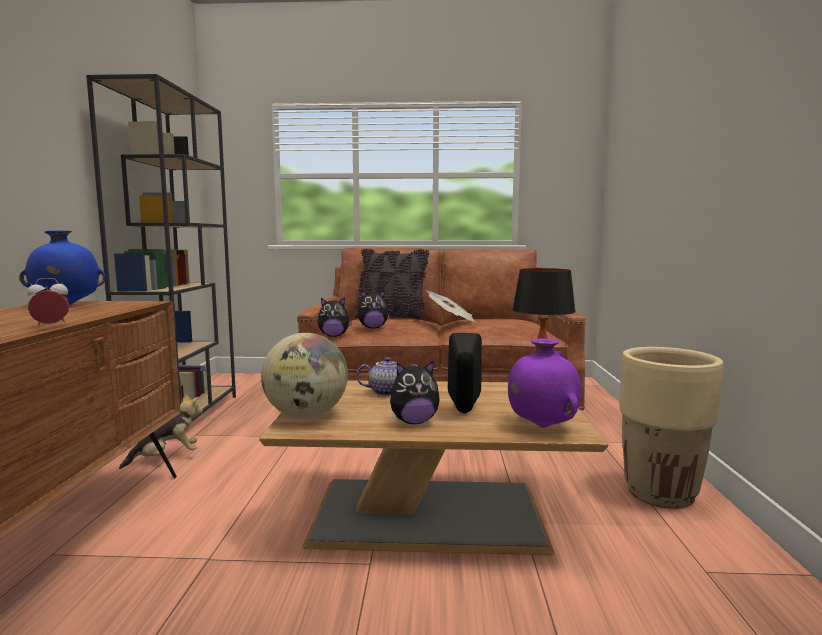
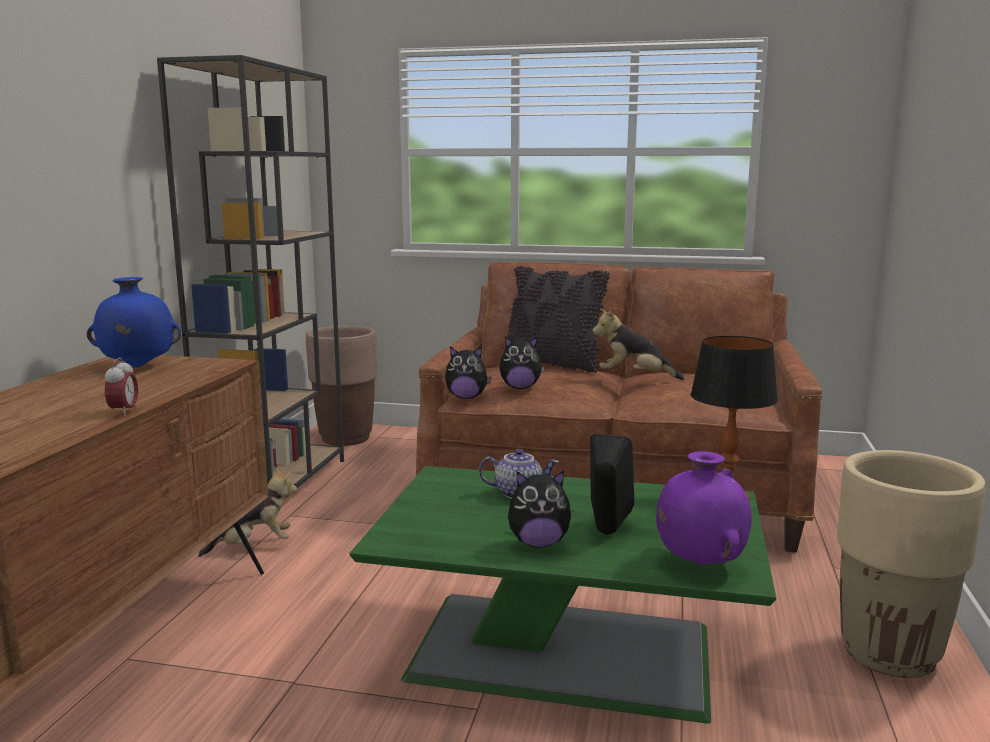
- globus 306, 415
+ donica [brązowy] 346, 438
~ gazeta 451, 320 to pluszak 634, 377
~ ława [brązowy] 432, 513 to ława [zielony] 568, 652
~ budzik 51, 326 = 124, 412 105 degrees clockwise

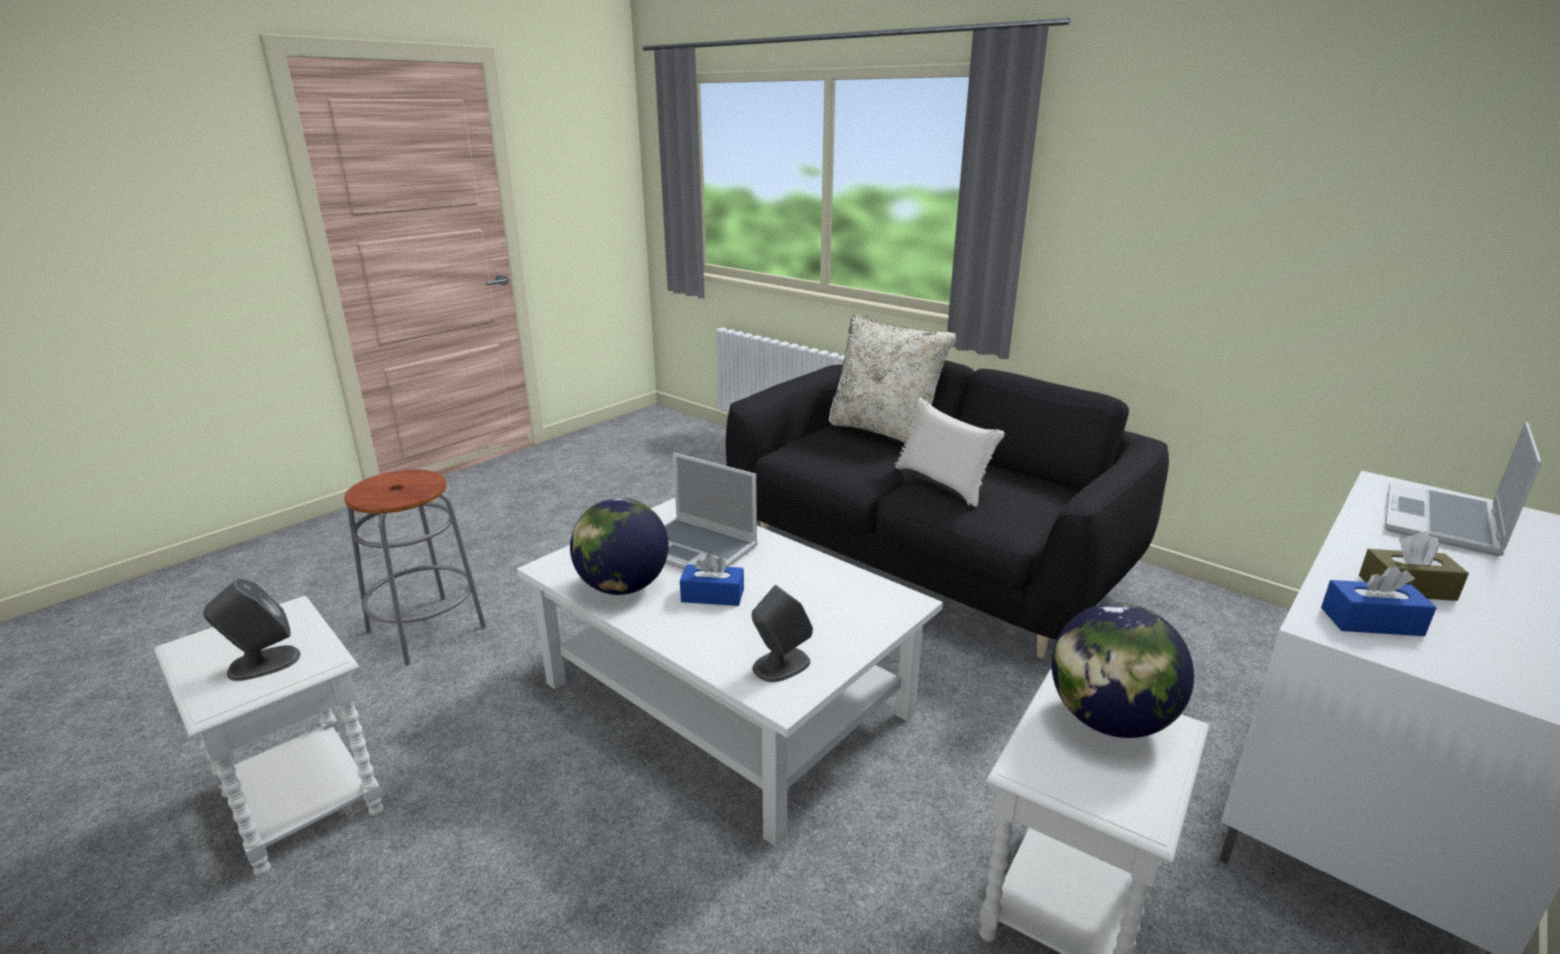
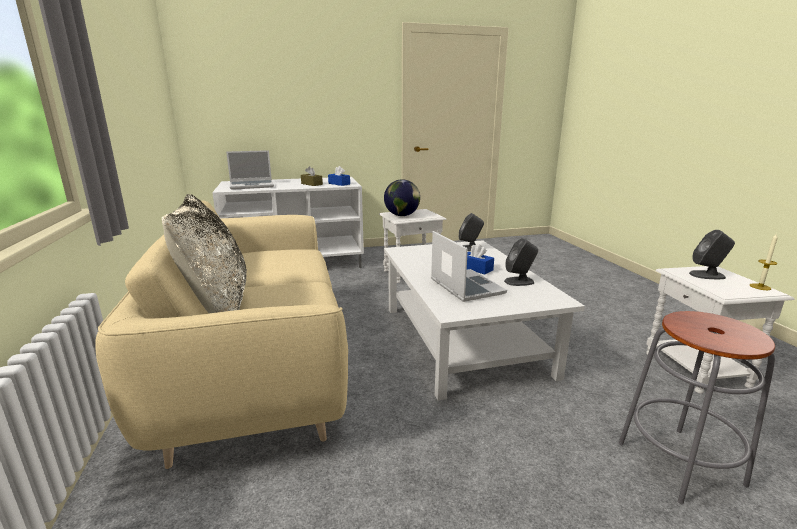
- poduszka [biały] 943, 483
+ świeca 760, 287
~ globus 622, 587 to głośnik [szary] 519, 281
~ kanapa [czarny] 925, 561 to kanapa [beżowy] 256, 364

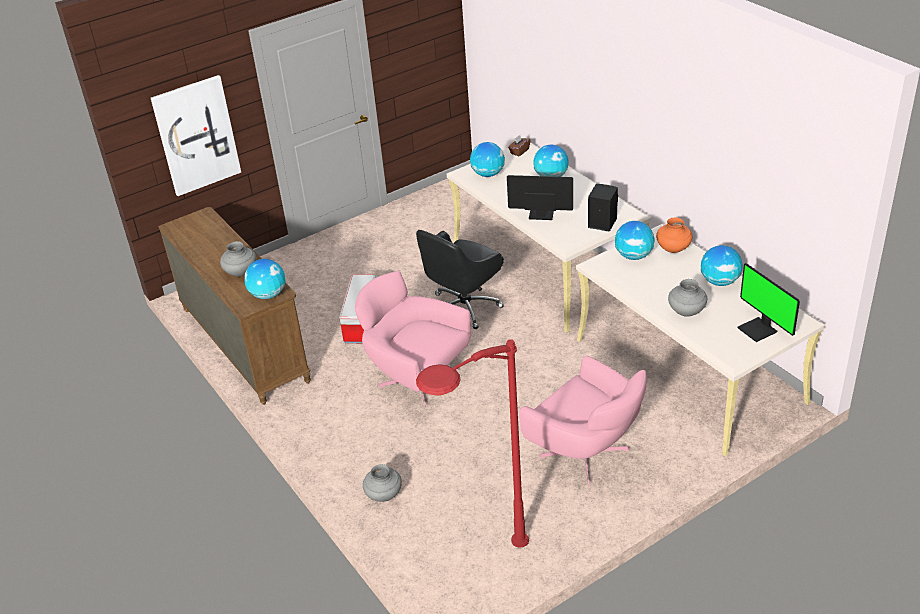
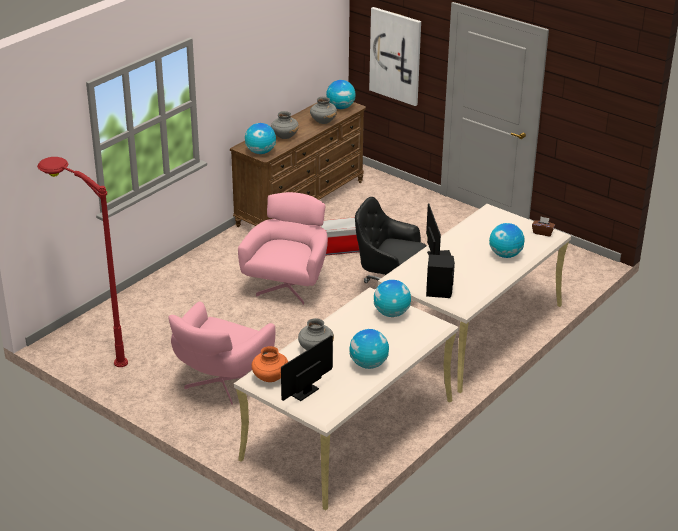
~ wazon [szary] 383, 495 to 323, 121
~ globus 488, 174 to 340, 107
~ wazon [pomarańczowy] 673, 249 to 270, 377

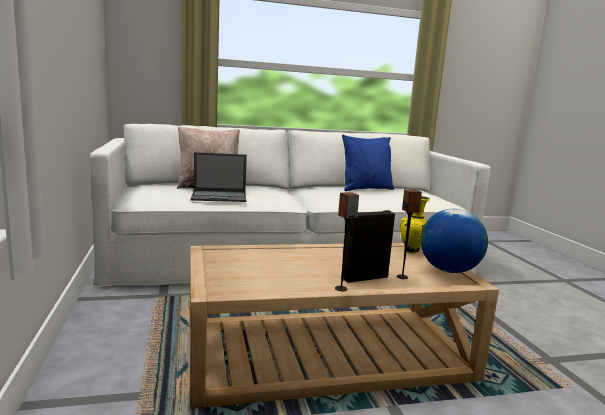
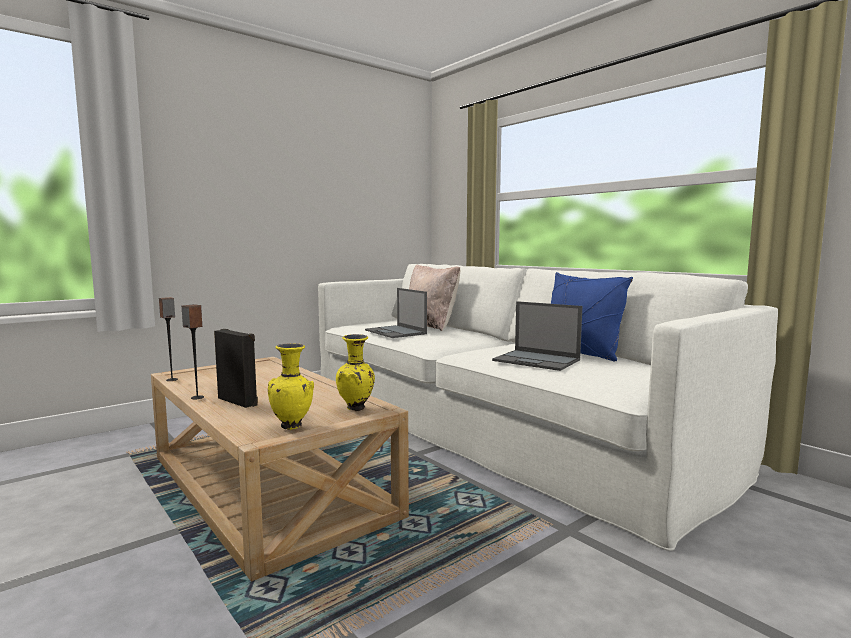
+ laptop 537, 360
~ głośnik 402, 277 to 172, 380
~ globus 449, 270 to wazon [żółty] 293, 426

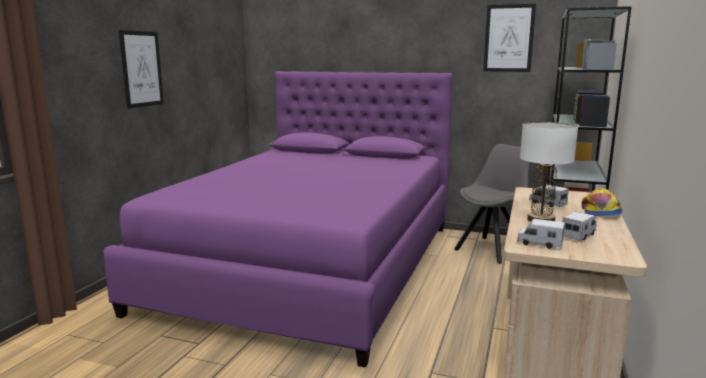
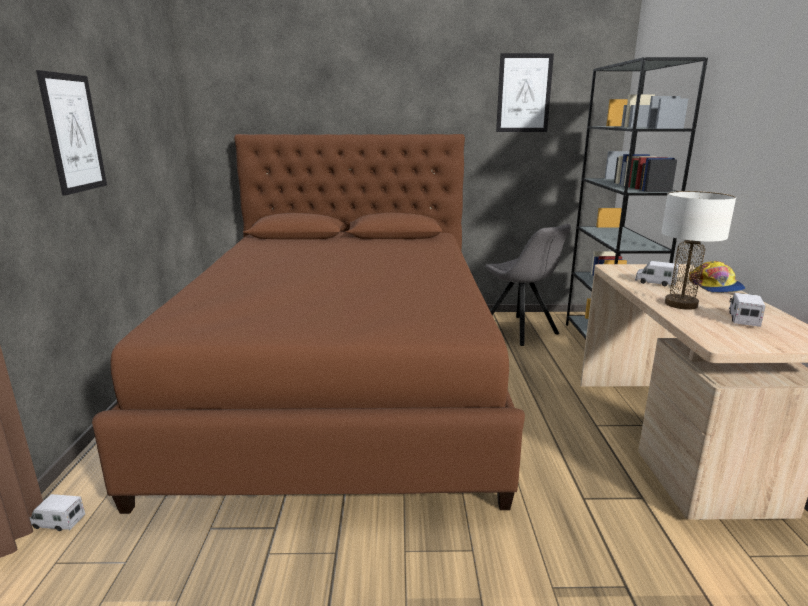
~ ciężarówka zabawkowa 539, 243 to 57, 522
~ łóżko [fioletowy] 313, 264 to łóżko [brązowy] 343, 380
~ krzesło [szary] 491, 249 = 519, 330 120 degrees clockwise

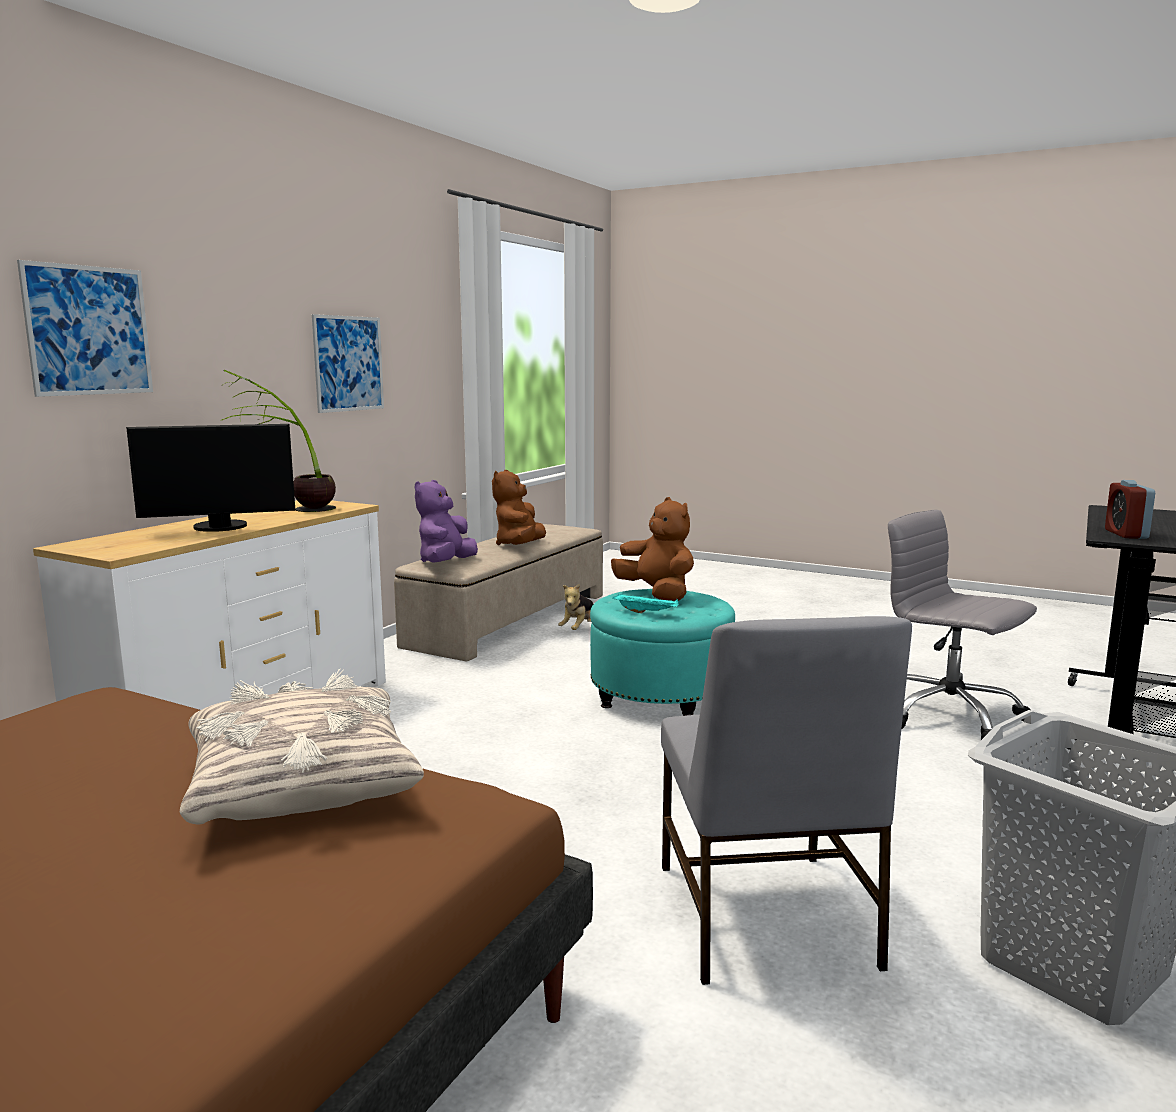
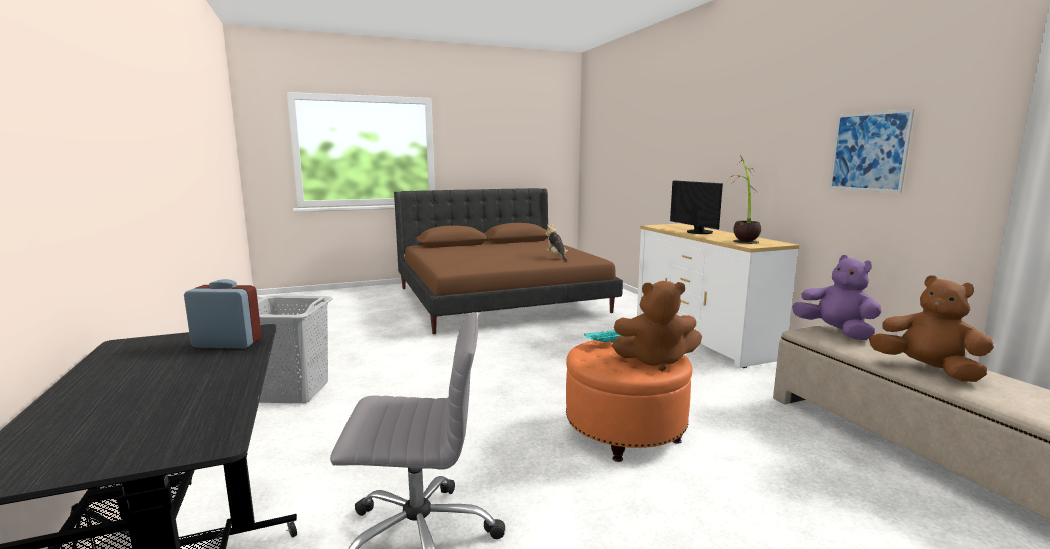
- obraz 89, 330
- poduszka [beżowy] 302, 790
- krzesło [szary] 763, 917
~ pluszak 580, 629 to 556, 257
~ pufa [turkusowy] 660, 697 to pufa [pomarańczowy] 624, 432
~ monitor 220, 527 = 697, 232 45 degrees counterclockwise
~ budzik 1126, 534 = 227, 344 45 degrees counterclockwise

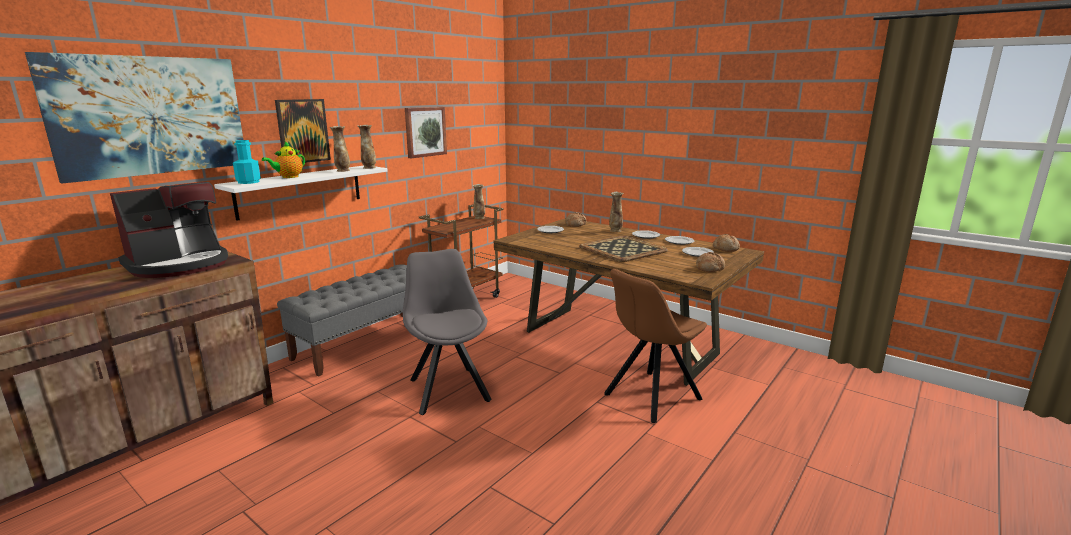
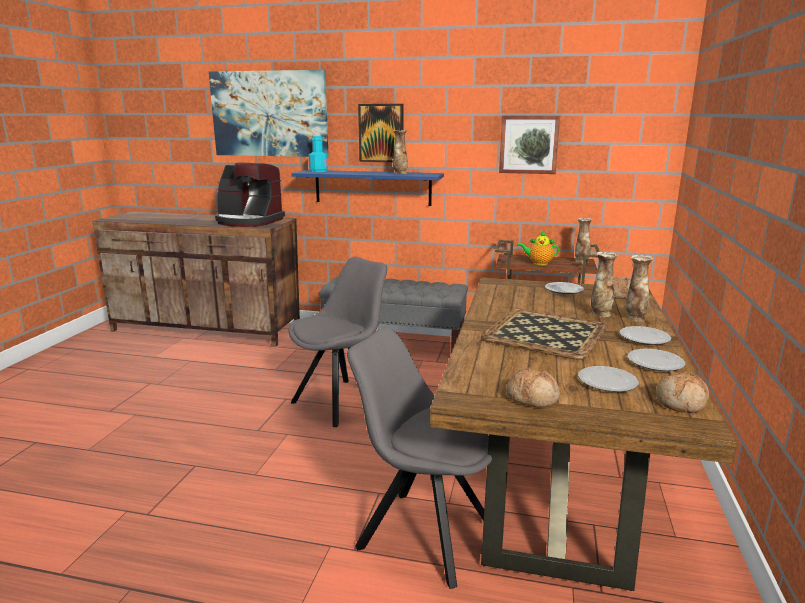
~ imbryk 288, 177 to 538, 263
~ wazon 369, 168 to 600, 314
~ półka [biały] 300, 191 to półka [niebieski] 372, 187
~ krzesło [brązowy] 651, 396 to krzesło [szary] 423, 535

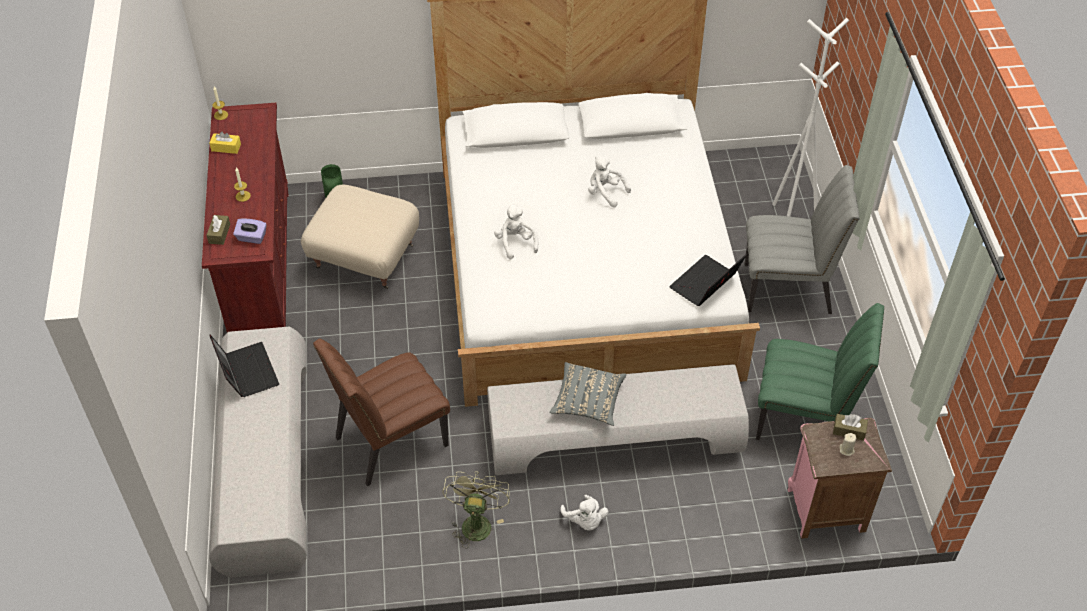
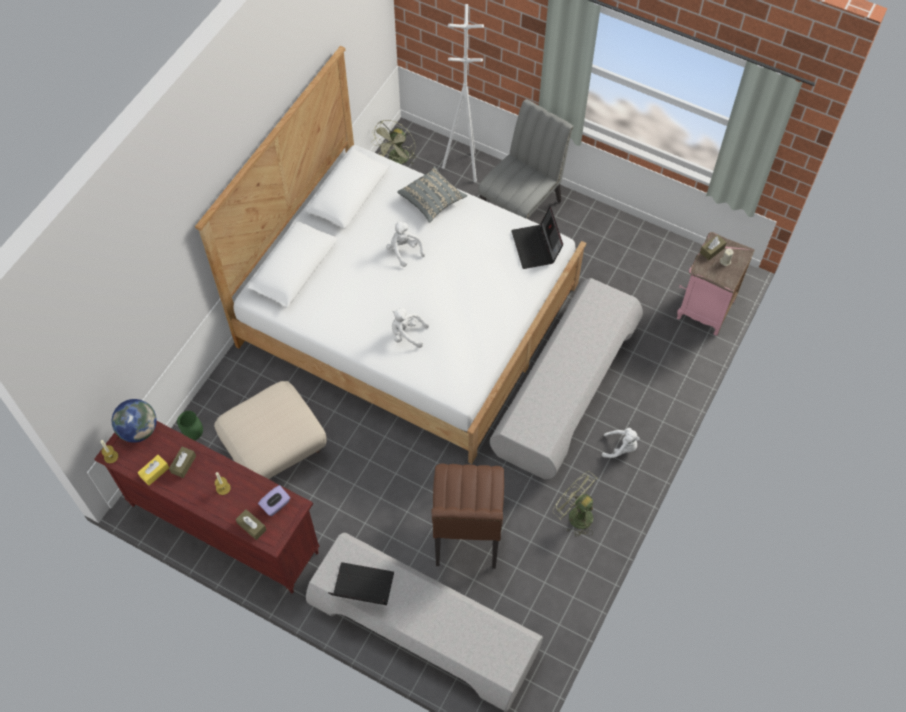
- krzesło [zielony] 804, 421
+ globus 139, 430
+ pudełko chusteczek [brązowy] 183, 464
+ wentylator [zielony] 397, 160
~ poduszka [szary] 588, 401 to 432, 200
~ pluszak [biały] 605, 192 = 404, 250 75 degrees clockwise

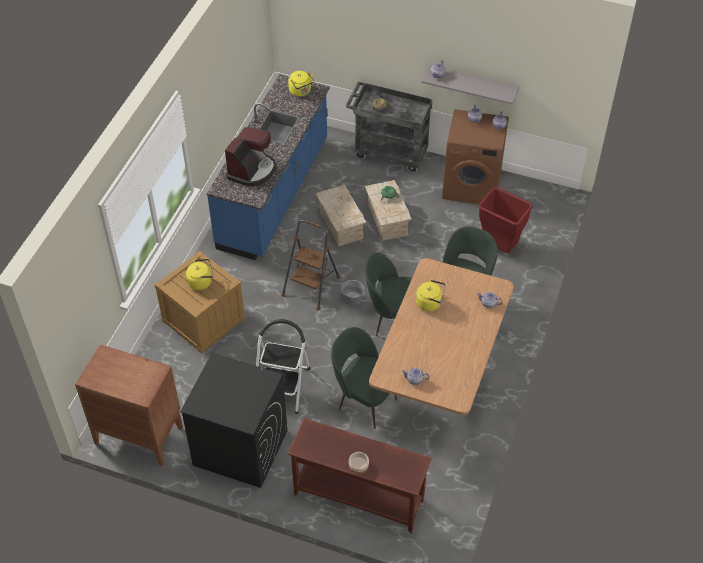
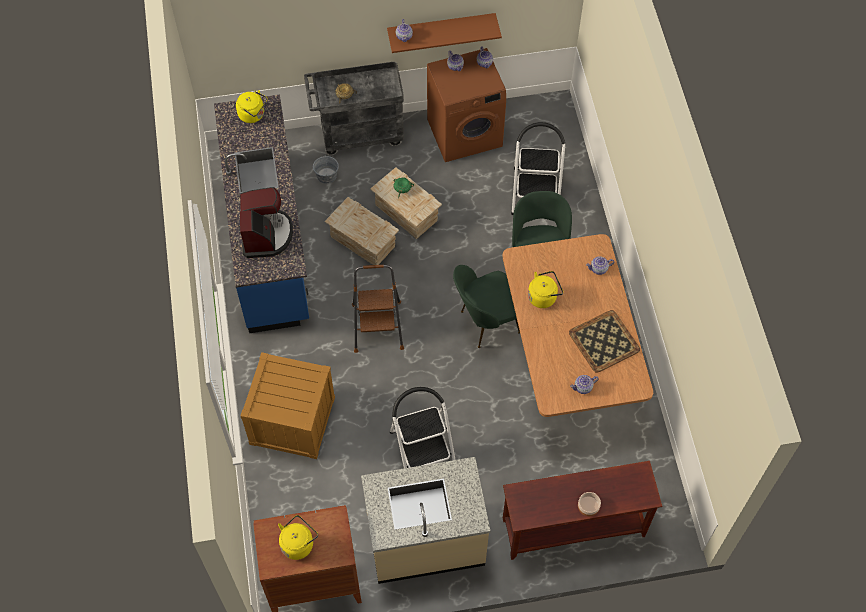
- krzesło [zielony] 364, 401
+ taca 604, 342
~ czajnik [żółty] 201, 282 to 298, 543
~ wiadro [szary] 352, 298 to 326, 176
~ pralka [czarny] 240, 448 to zabudowa kuchenna [beżowy] 425, 540
~ kosz na śmieci [czerwony] 500, 247 to drabinka 536, 190
~ półka [szary] 473, 83 to półka [brązowy] 441, 29

